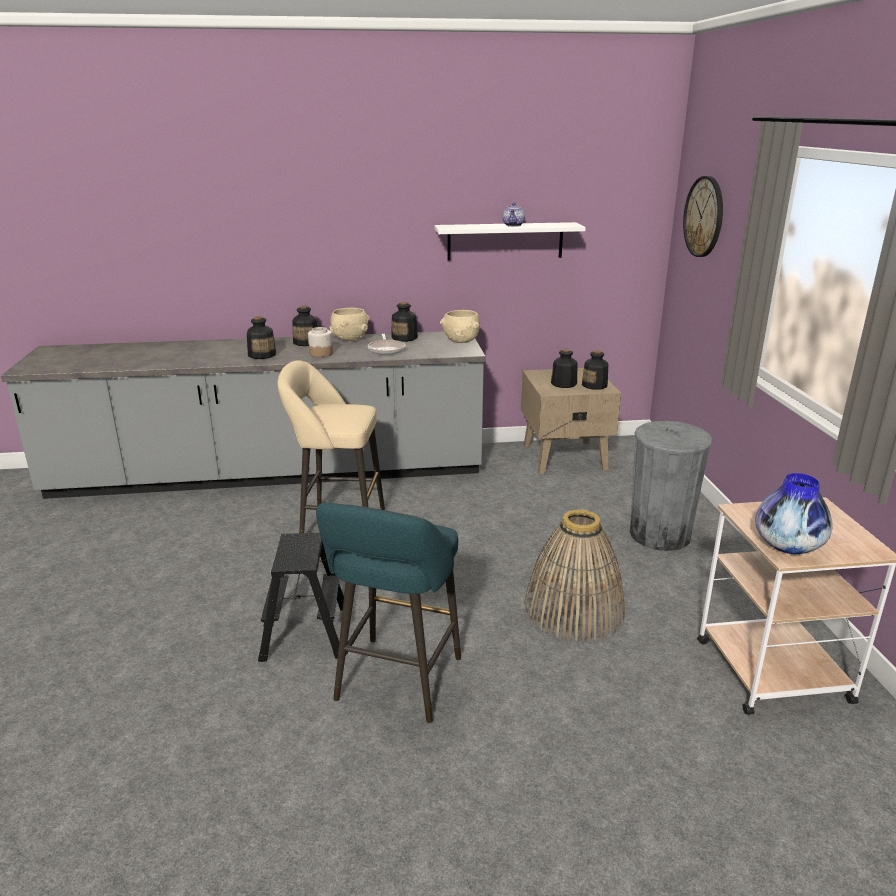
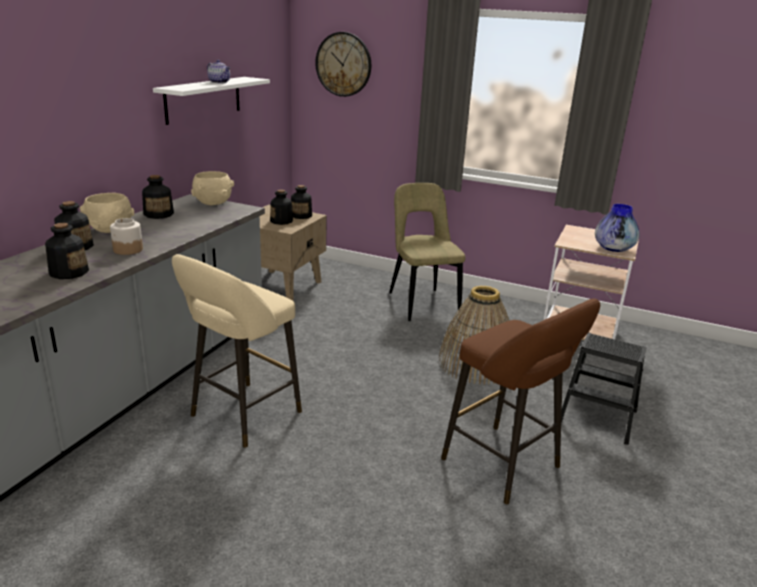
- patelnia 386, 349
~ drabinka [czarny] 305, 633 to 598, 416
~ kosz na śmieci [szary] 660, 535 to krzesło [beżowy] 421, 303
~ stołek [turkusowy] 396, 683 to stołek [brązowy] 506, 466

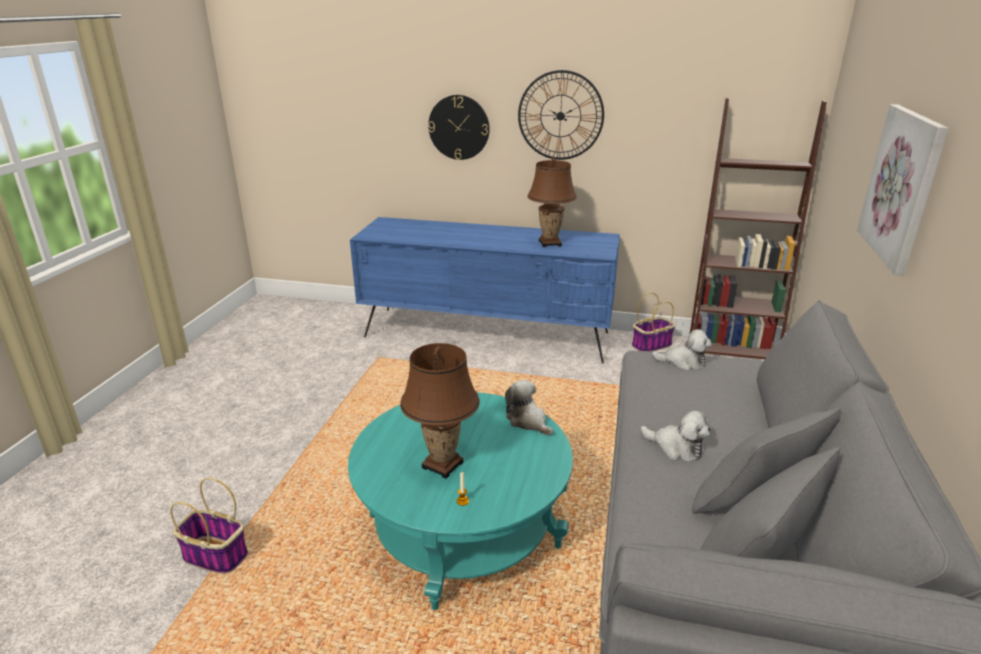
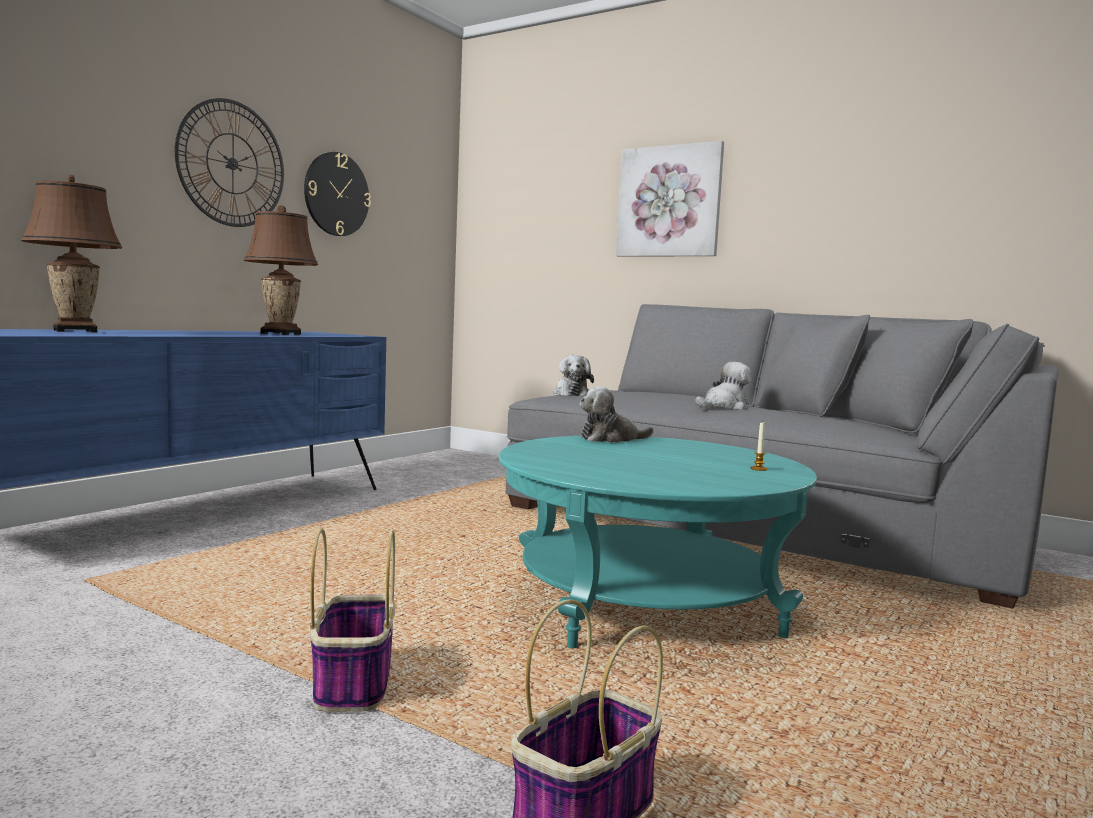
- regał [brązowy] 731, 354
~ lampa stołowa [brązowy] 442, 465 to 75, 331
~ zegar ścienny 459, 127 to 336, 194
~ koszyk 651, 345 to 353, 682
~ pluszak 683, 362 = 571, 394 135 degrees clockwise

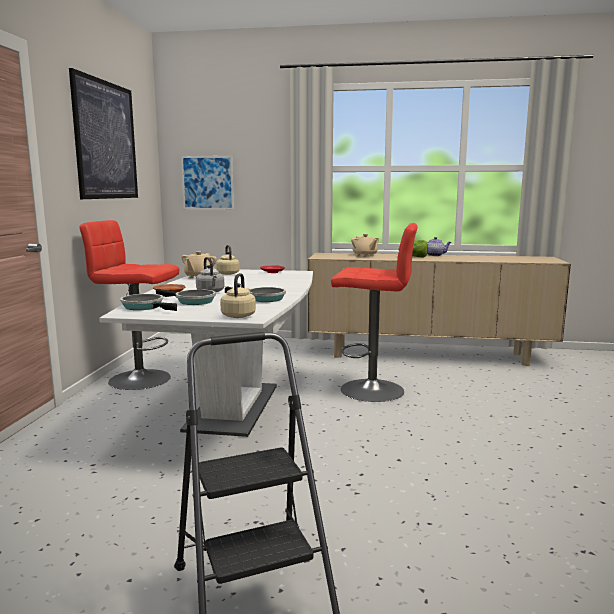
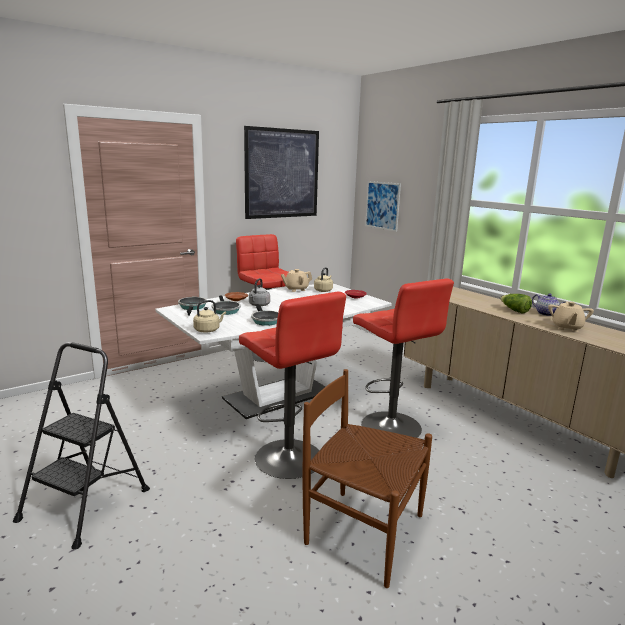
+ stołek [czerwony] 288, 459
+ krzesło [brązowy] 362, 532
~ imbryk [beżowy] 365, 255 to 566, 328

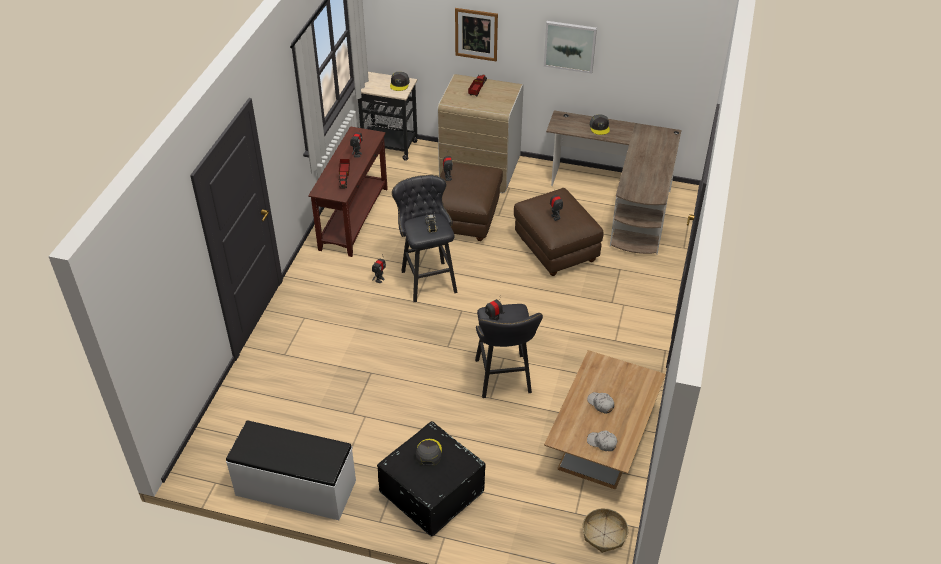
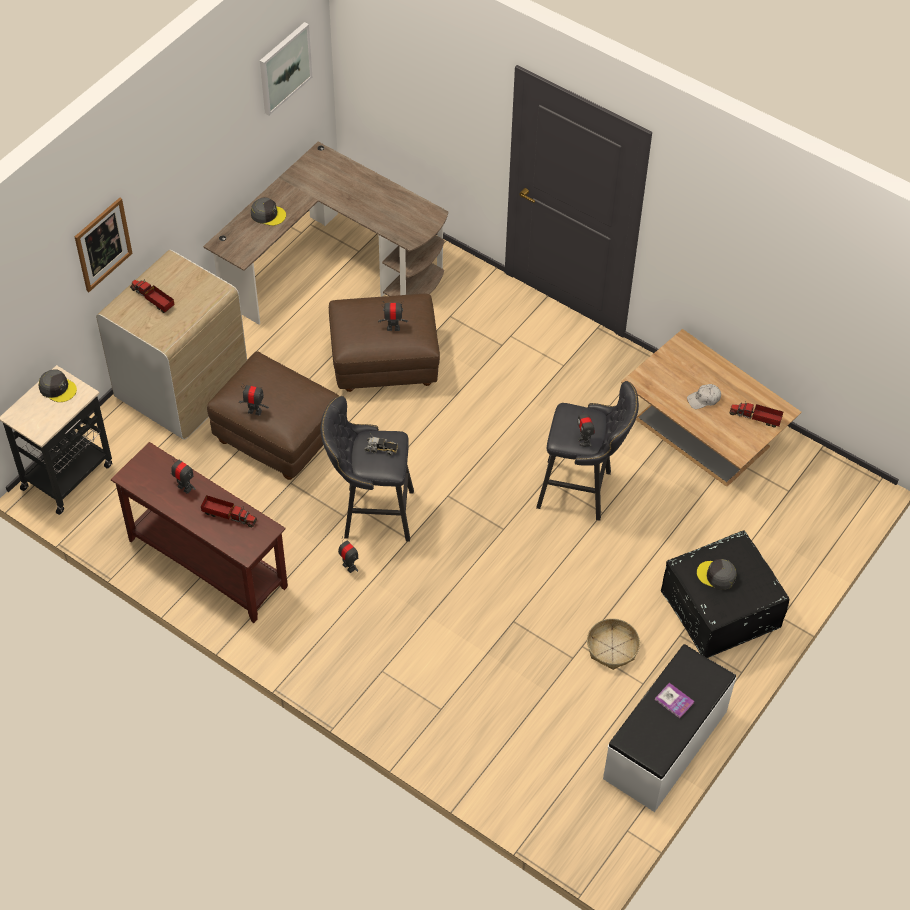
+ książka 674, 701
~ obraz 570, 46 to 284, 67
~ koszyk 604, 534 to 612, 648
~ czapka z daszkiem [biały] 602, 443 to ciężarówka zabawkowa 756, 418

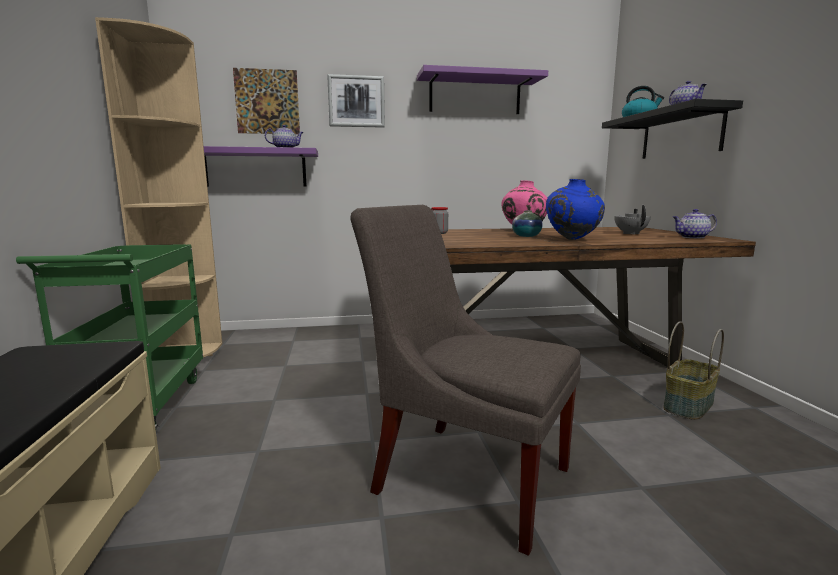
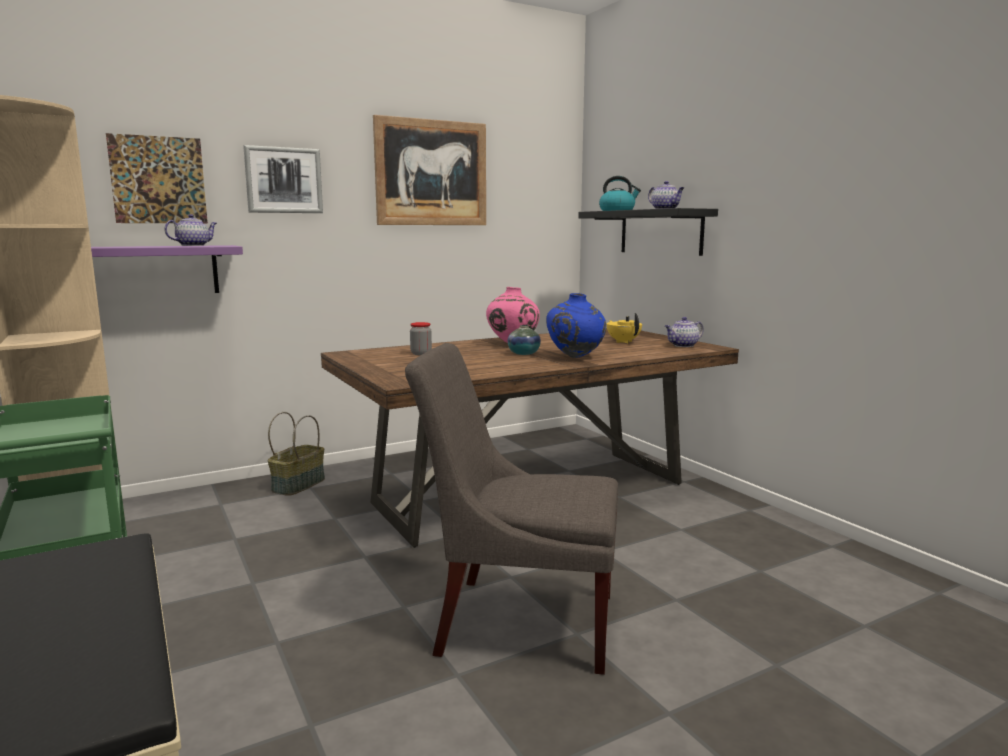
~ koszyk 687, 405 to 298, 485
~ półka [fioletowy] 475, 95 to obraz 431, 173
~ imbryk [szary] 630, 233 to imbryk [żółty] 623, 342

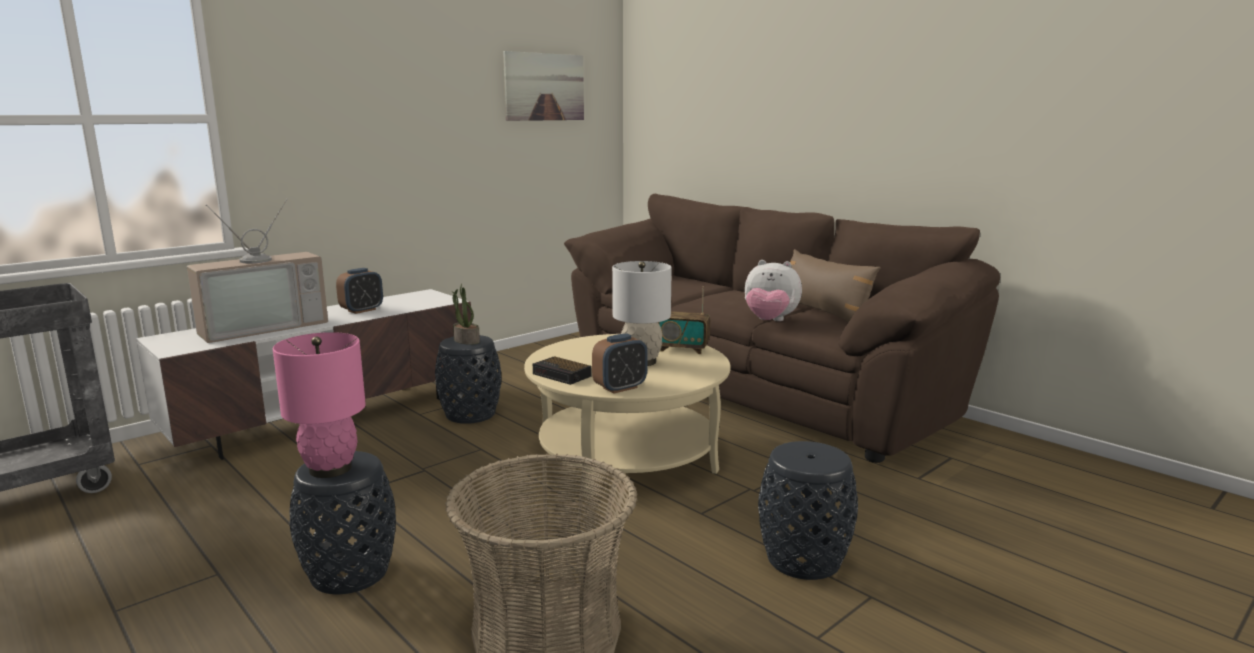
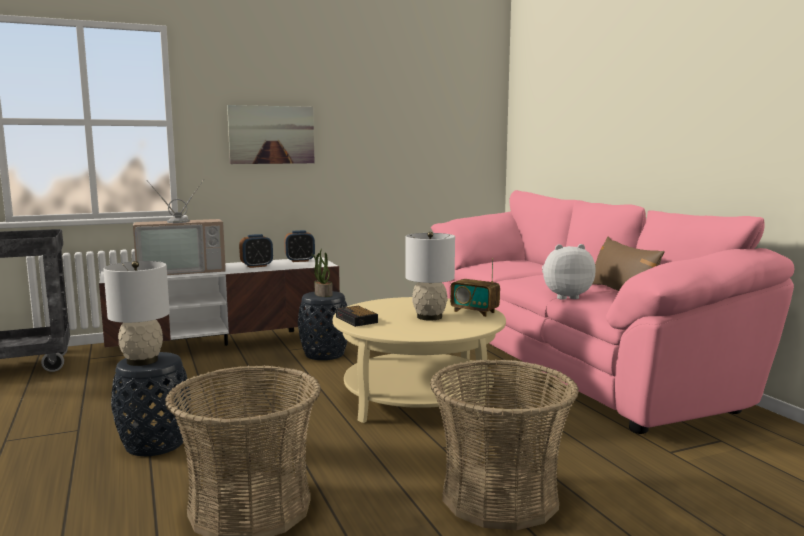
~ obraz 544, 87 to 271, 135
~ budzik 620, 388 to 300, 260
~ stołek [czarny] 803, 560 to koszyk 499, 497
~ lampa stołowa [różowy] 331, 469 to lampa stołowa [biały] 142, 361
~ kanapa [brązowy] 751, 390 to kanapa [różowy] 569, 363
~ pluszak 770, 321 = 565, 296 135 degrees clockwise

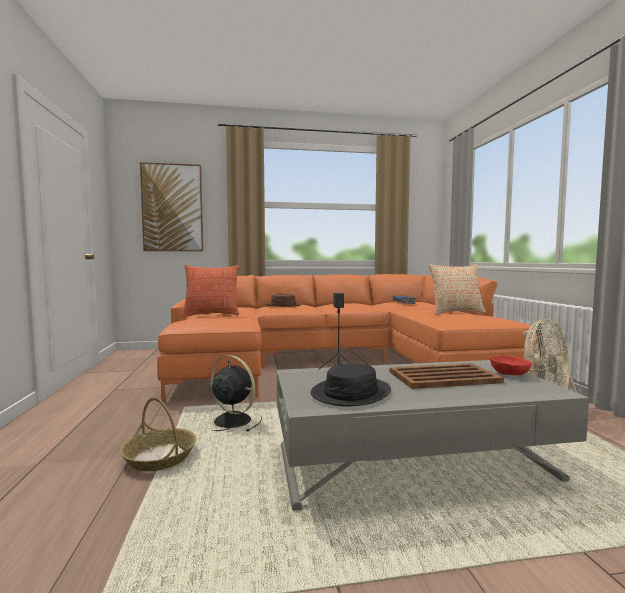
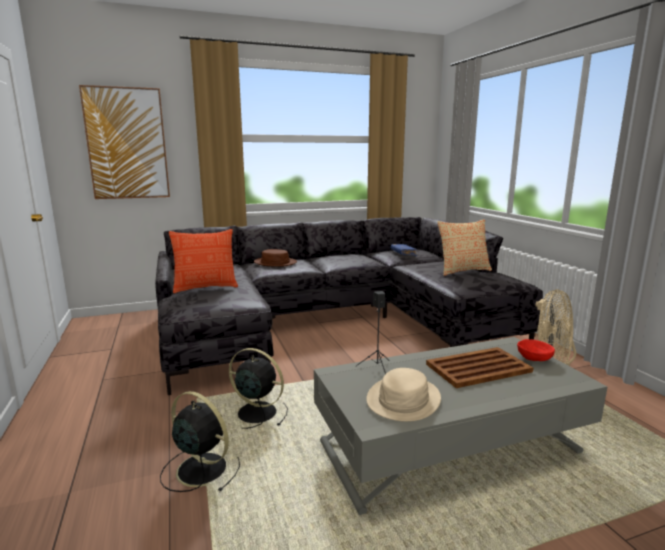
~ koszyk 159, 457 to wentylator [czarny] 200, 468
~ kanapa [pomarańczowy] 332, 363 to kanapa [czarny] 331, 323
~ kapelusz [czarny] 351, 393 to kapelusz [beżowy] 404, 399

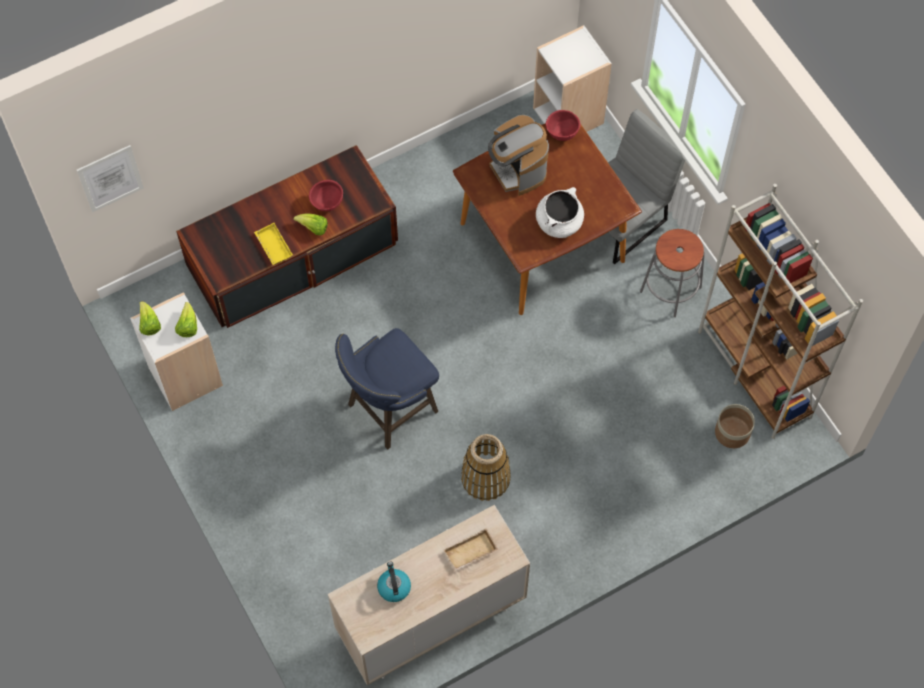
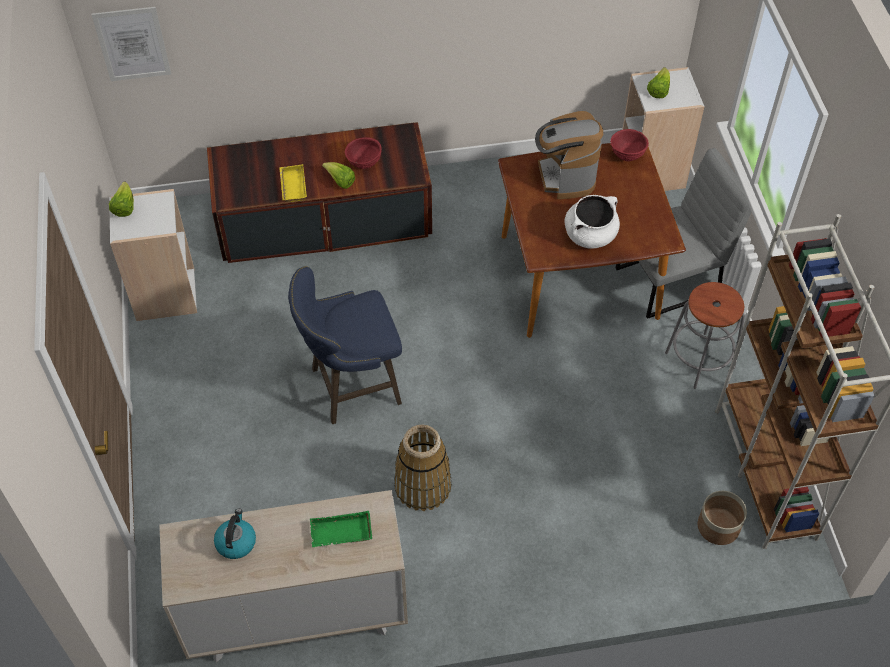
~ sałata 188, 326 to 658, 90
~ taca [beżowy] 470, 553 to taca [zielony] 340, 534

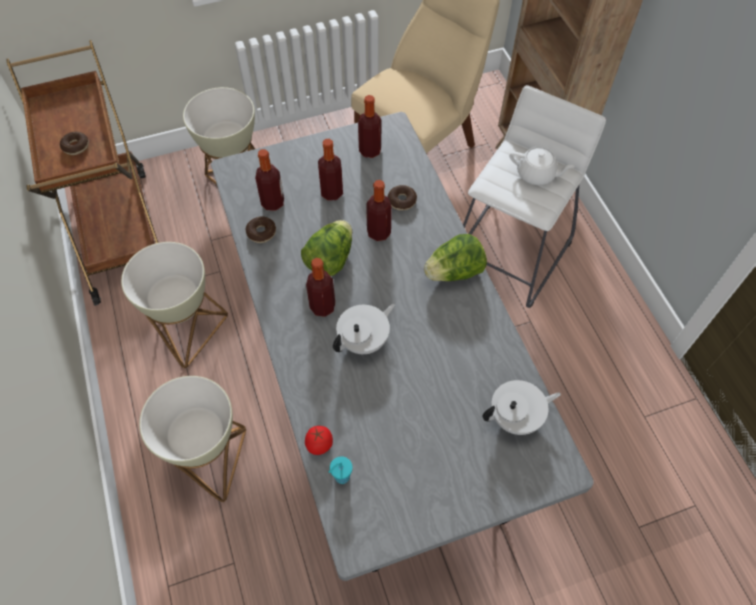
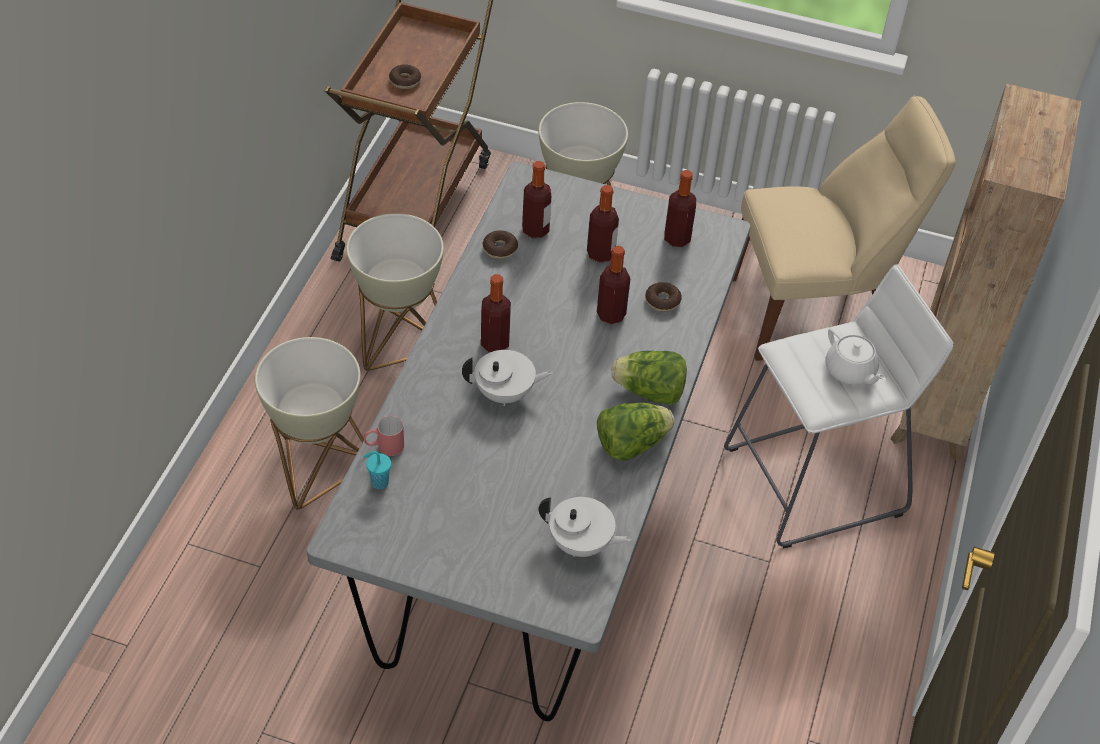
~ sałata 330, 259 to 631, 444
~ pomidor 319, 445 to kubek [czerwony] 384, 447

